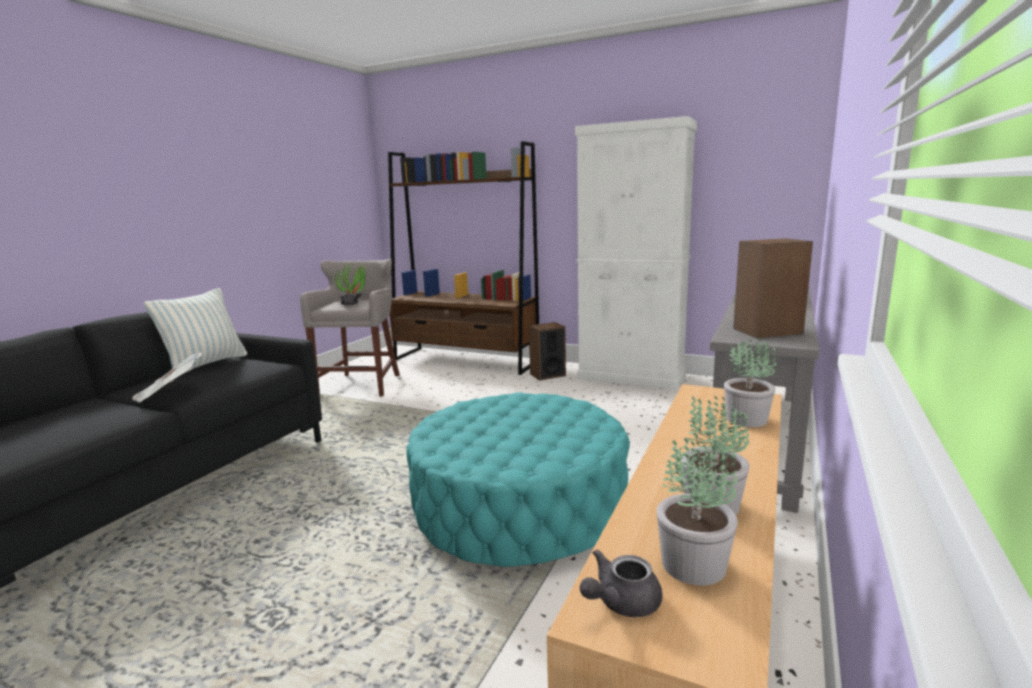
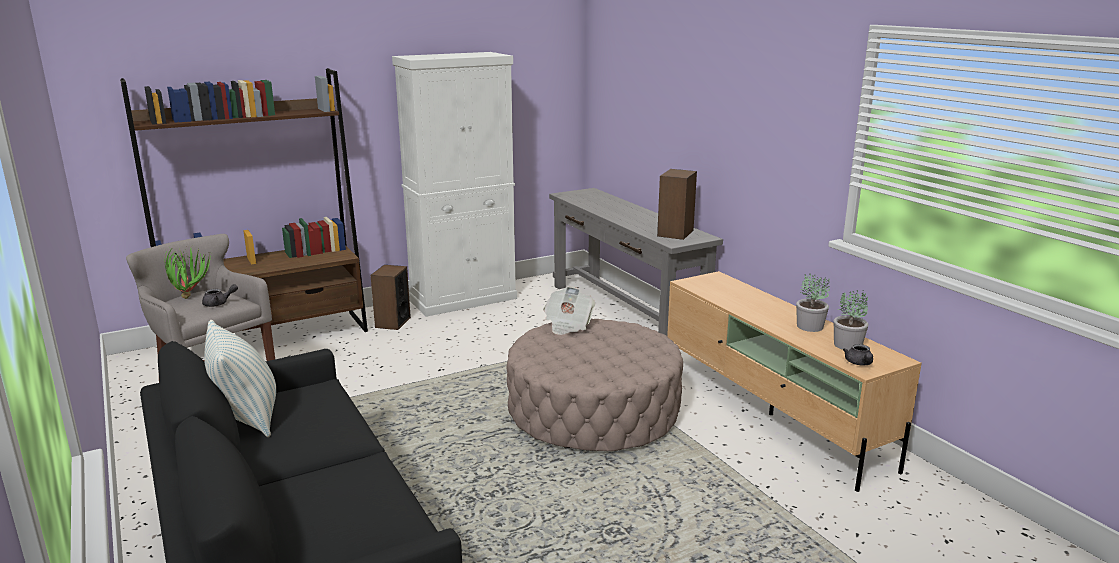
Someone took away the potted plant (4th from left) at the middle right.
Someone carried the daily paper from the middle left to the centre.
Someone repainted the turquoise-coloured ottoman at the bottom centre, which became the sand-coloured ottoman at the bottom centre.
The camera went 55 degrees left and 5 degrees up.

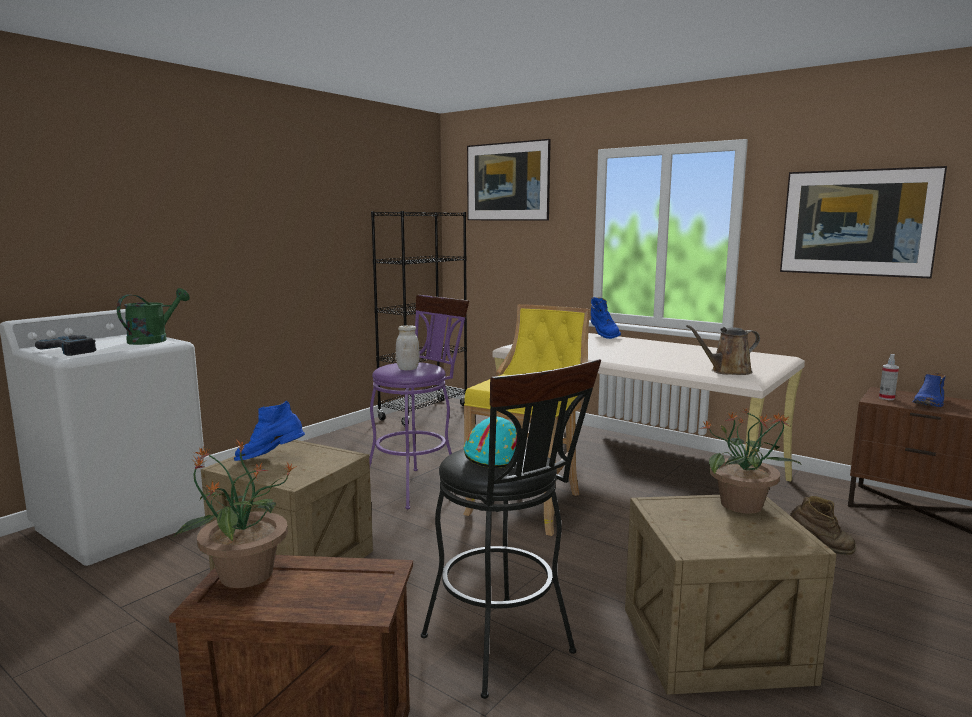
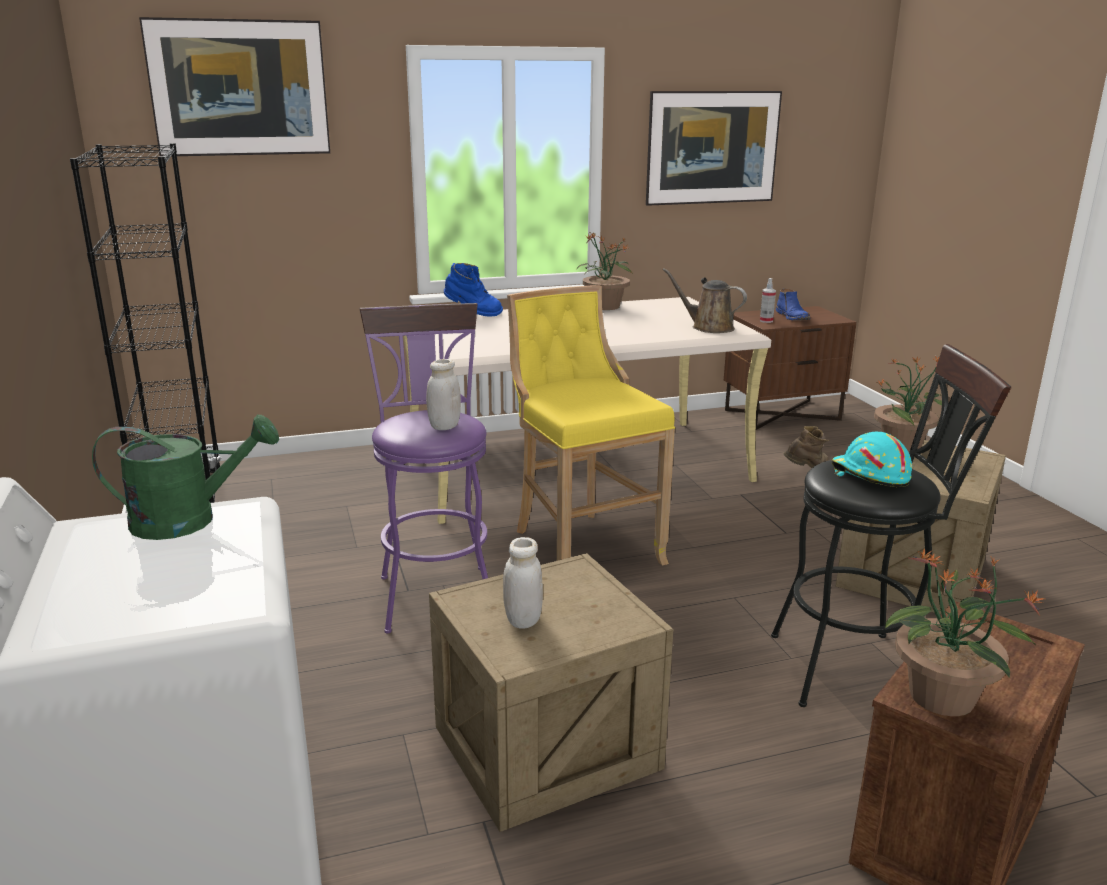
Someone took away the electric drill at the middle left.
Someone put down the potted plant (1st from left) at the top centre.
Someone swapped the bluish boot (1st from left) at the middle left for the white-coloured preserve jar (2nd from left) at the centre.
Someone rotated the green-coloured watering can at the middle left by 105 degrees clockwise.
Someone rotated the brownish watering can at the middle right by 105 degrees clockwise.
The camera went 55 degrees left and 10 degrees up.

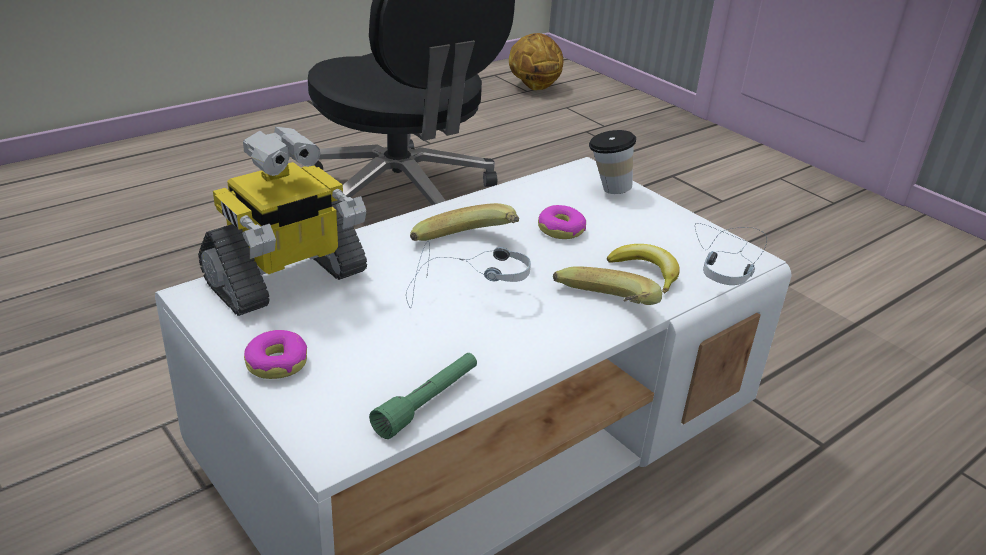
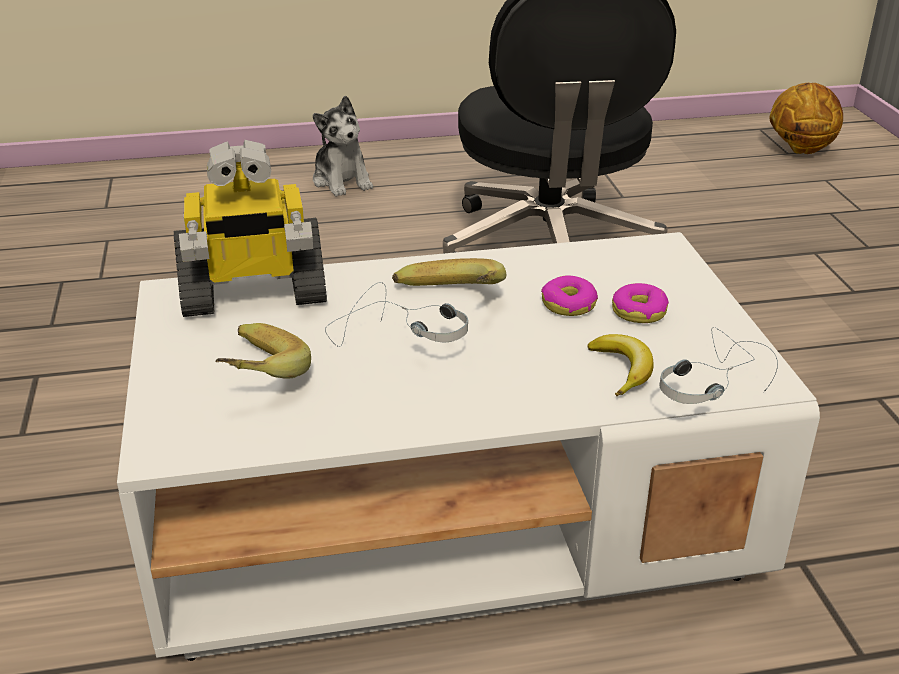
Someone took away the green-coloured hand torch at the bottom centre.
Someone took away the cup at the top centre.
Someone put down the plush toy at the top centre.
Someone carried the doughnut (1st from left in the first image) from the middle left to the middle right.
Someone carried the banana (2nd from left in the first image) from the centre to the middle left.
The camera went 30 degrees right and 0 degrees up.

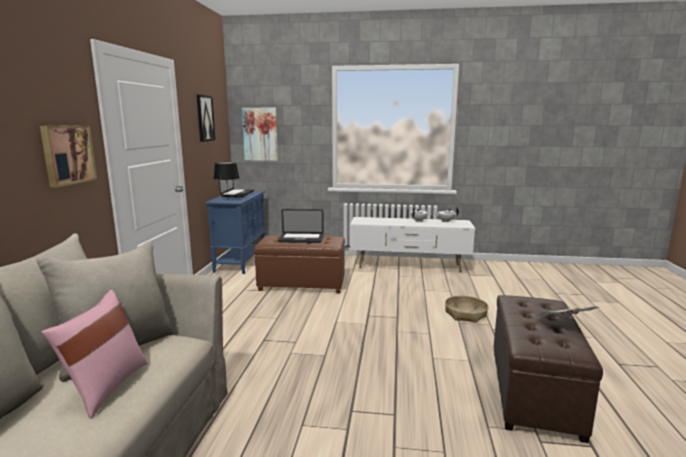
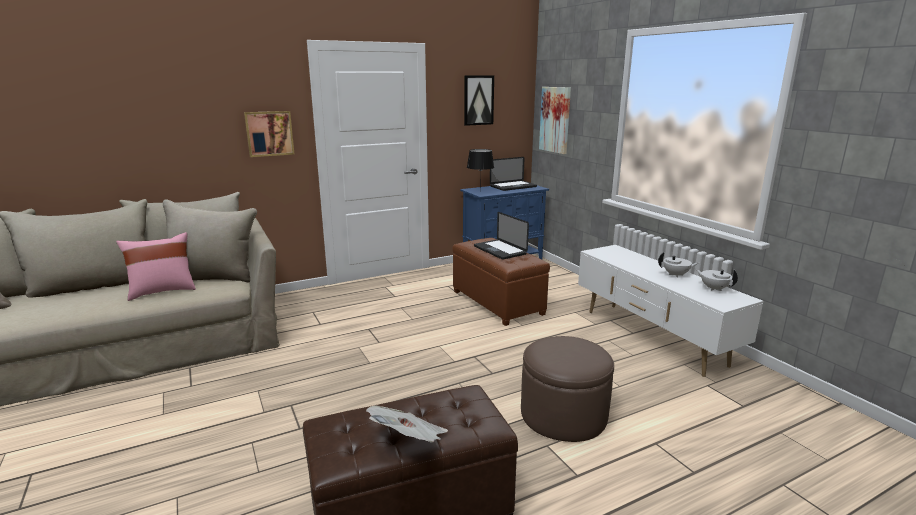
Someone swapped the basket at the bottom right for the brownish ottoman (3rd from left) at the bottom centre.
The camera went 55 degrees right and 5 degrees up.

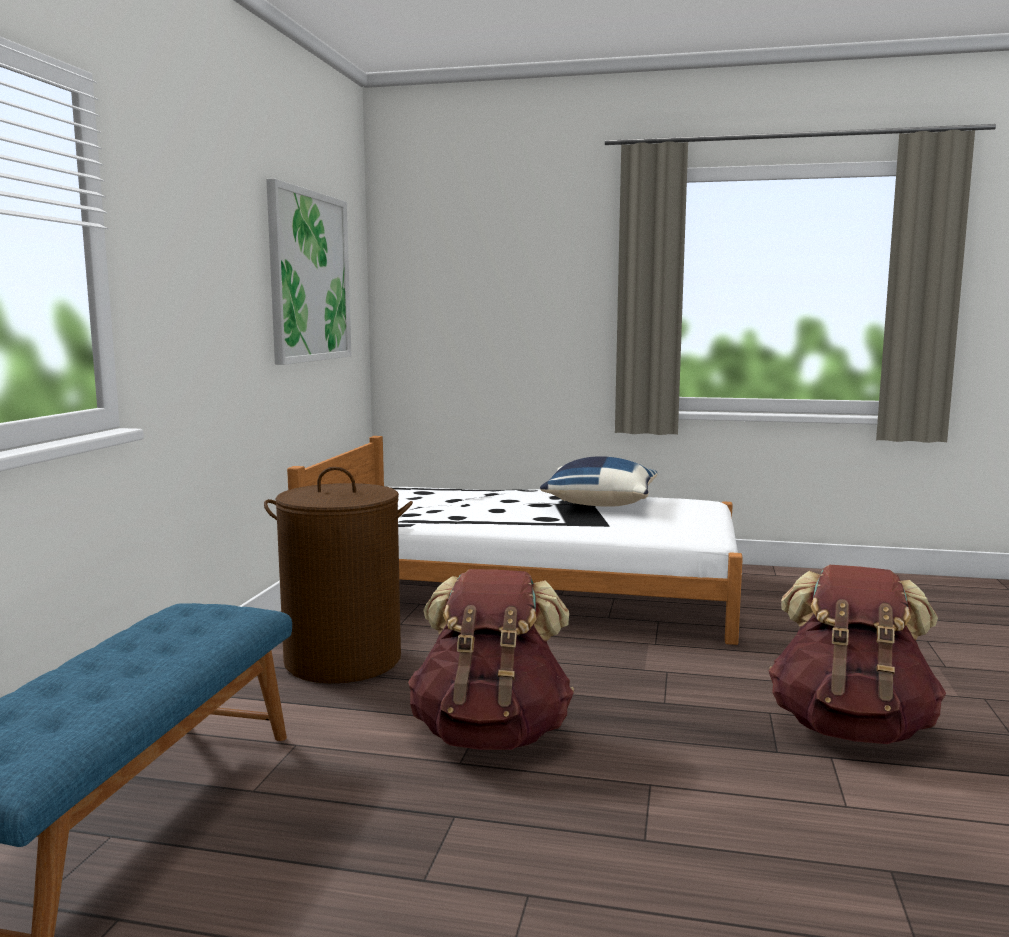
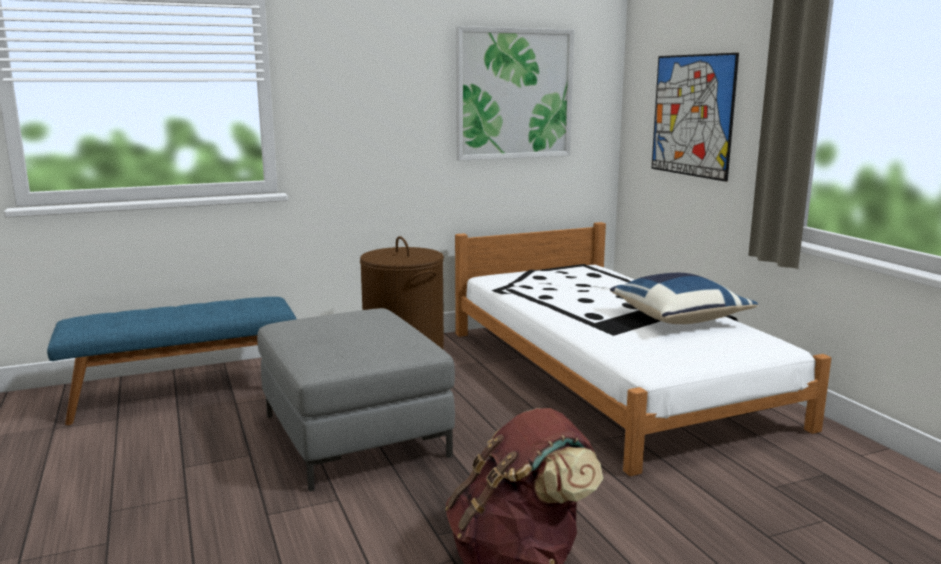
Someone put up the picture (2nd from left) at the top right.
Someone swapped the brownish knapsack (1st from left) at the bottom centre for the gray ottoman at the bottom centre.
The camera went 55 degrees right and 5 degrees up.

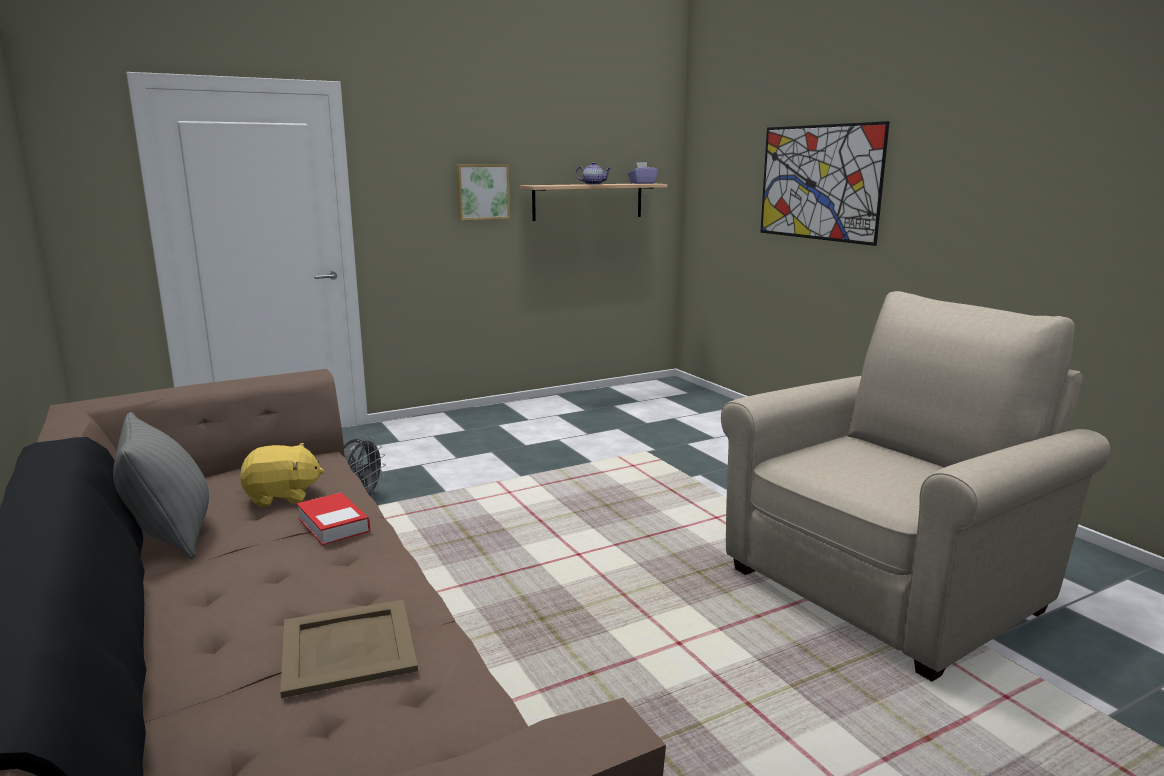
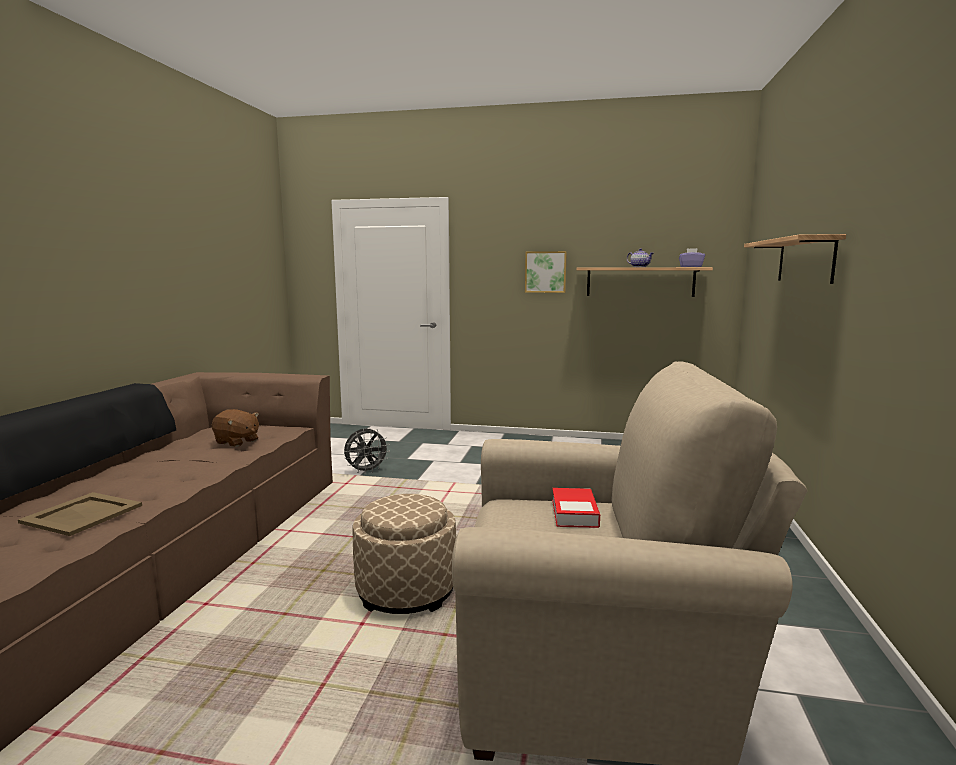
Someone took away the gray cushion at the middle left.
Someone put down the sand-coloured ottoman at the bottom centre.
Someone carried the book from the bottom left to the centre.
Someone swapped the picture (2nd from left) at the top right for the bracket shelf (2nd from left) at the middle right.
Someone repainted the yellowish plush toy at the middle left, which became the brownish plush toy at the middle left.
The camera went 40 degrees right and 5 degrees down.

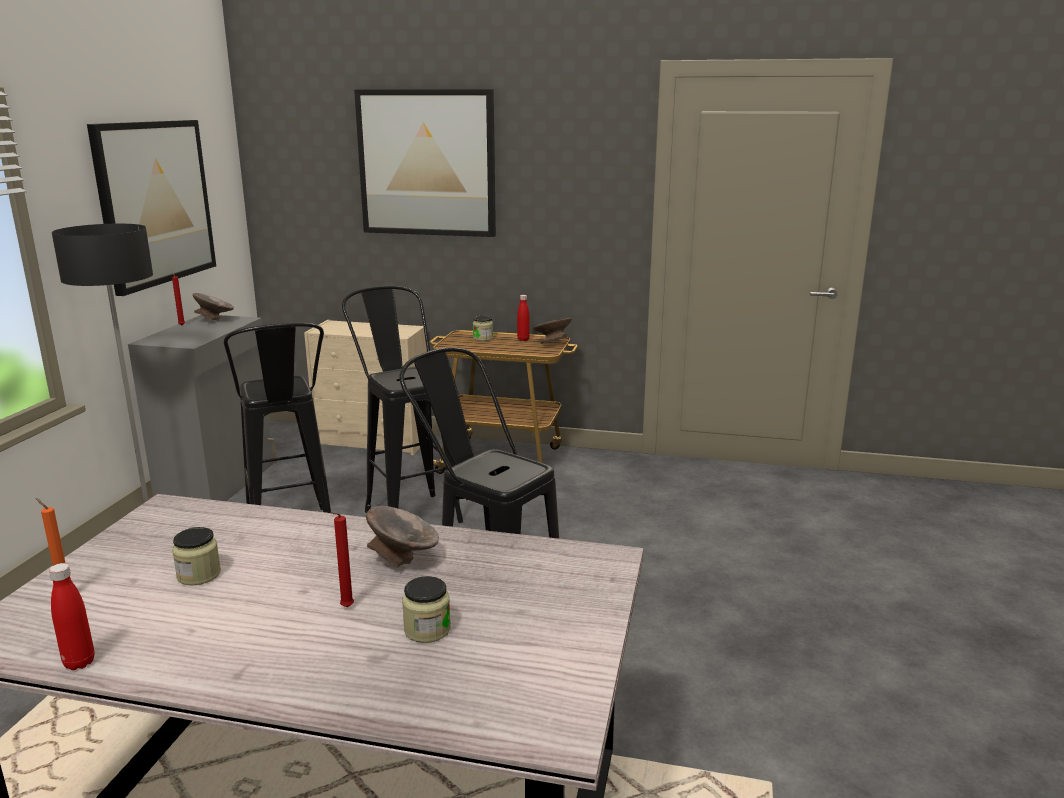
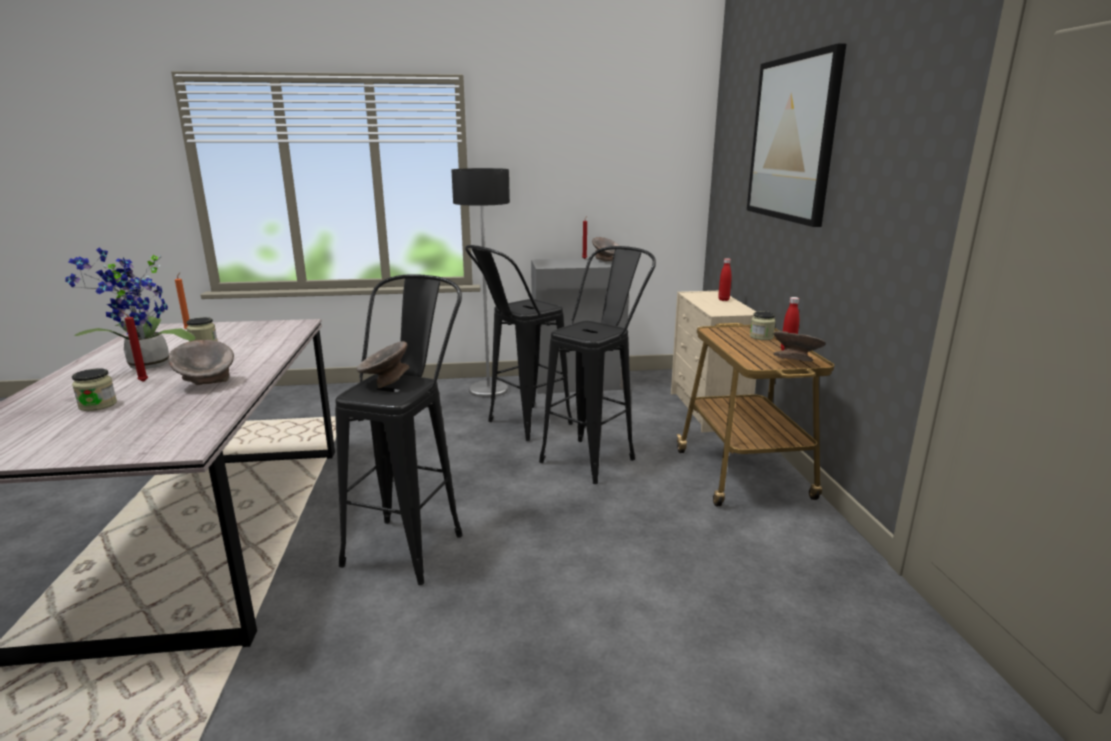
Someone took away the picture (1st from left) at the top left.
Someone put down the potted plant at the middle left.
Someone put down the gray serving bowl (2nd from left) at the centre.
Someone carried the red-coloured beverage bottle (1st from left) from the bottom left to the centre.
The camera went 70 degrees right and 0 degrees up.

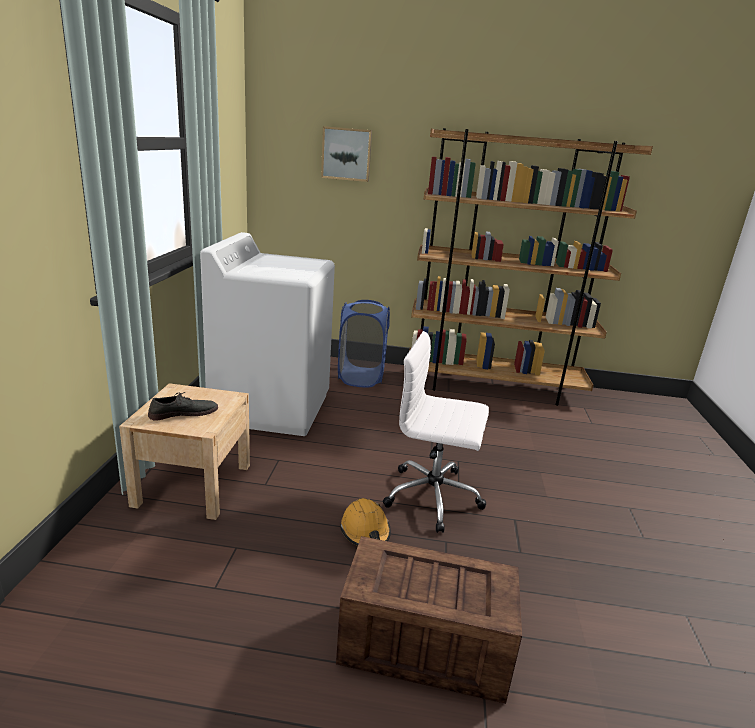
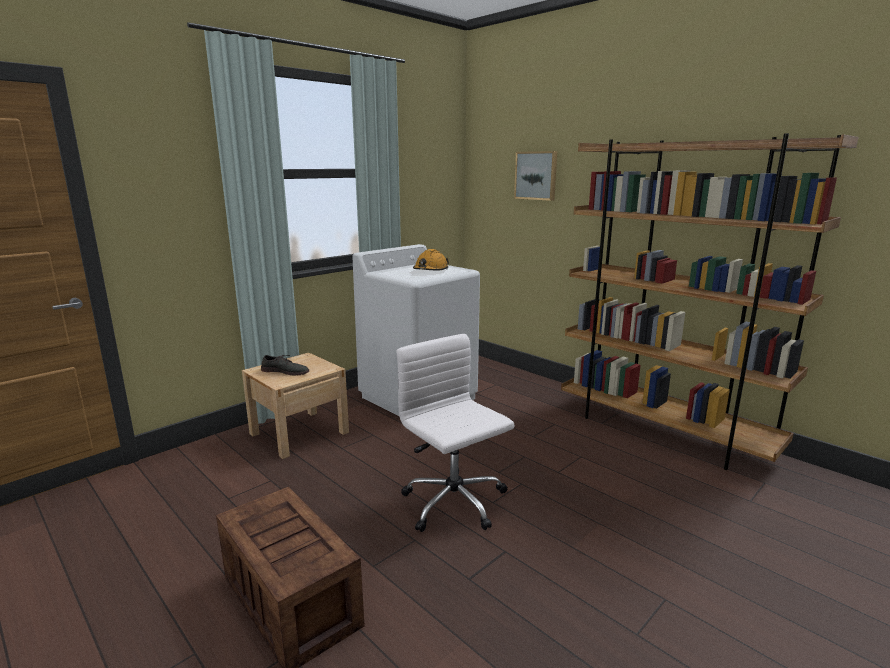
Someone took away the bluish washing basket at the centre.
Someone carried the orangey hard hat from the bottom centre to the centre.
The camera went 40 degrees right and 5 degrees down.

